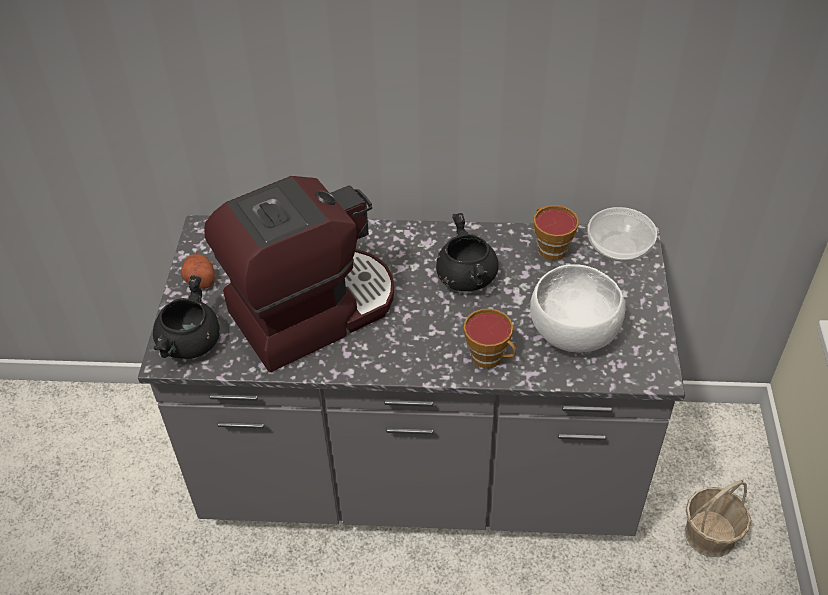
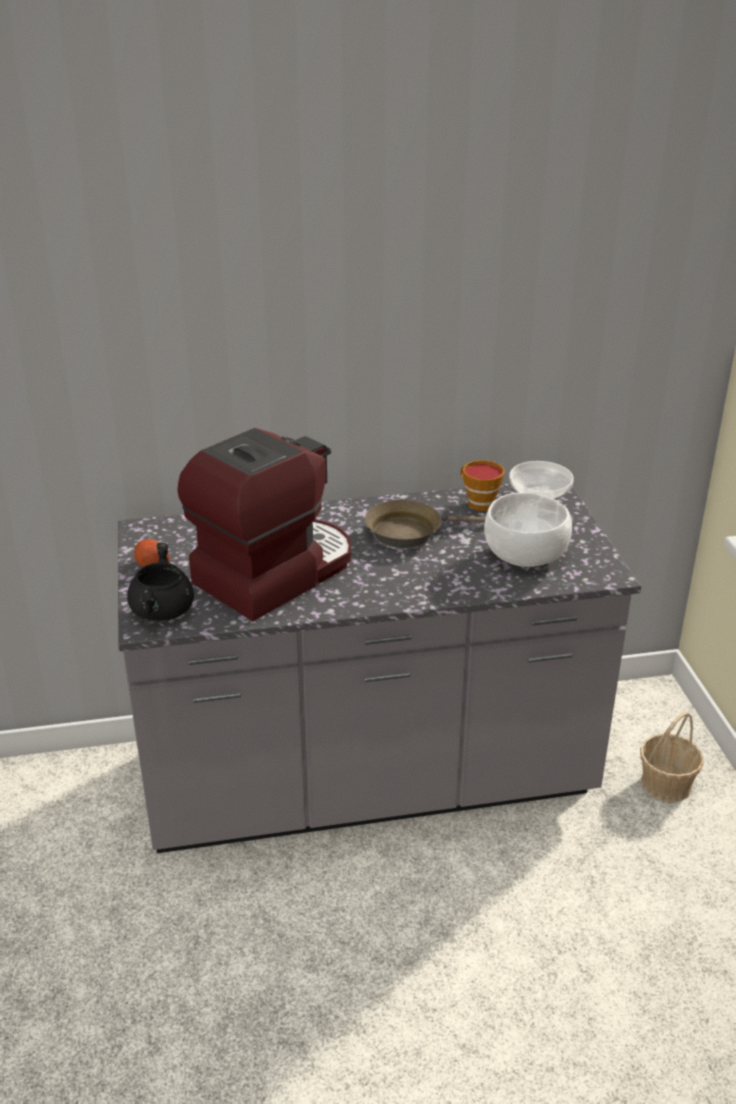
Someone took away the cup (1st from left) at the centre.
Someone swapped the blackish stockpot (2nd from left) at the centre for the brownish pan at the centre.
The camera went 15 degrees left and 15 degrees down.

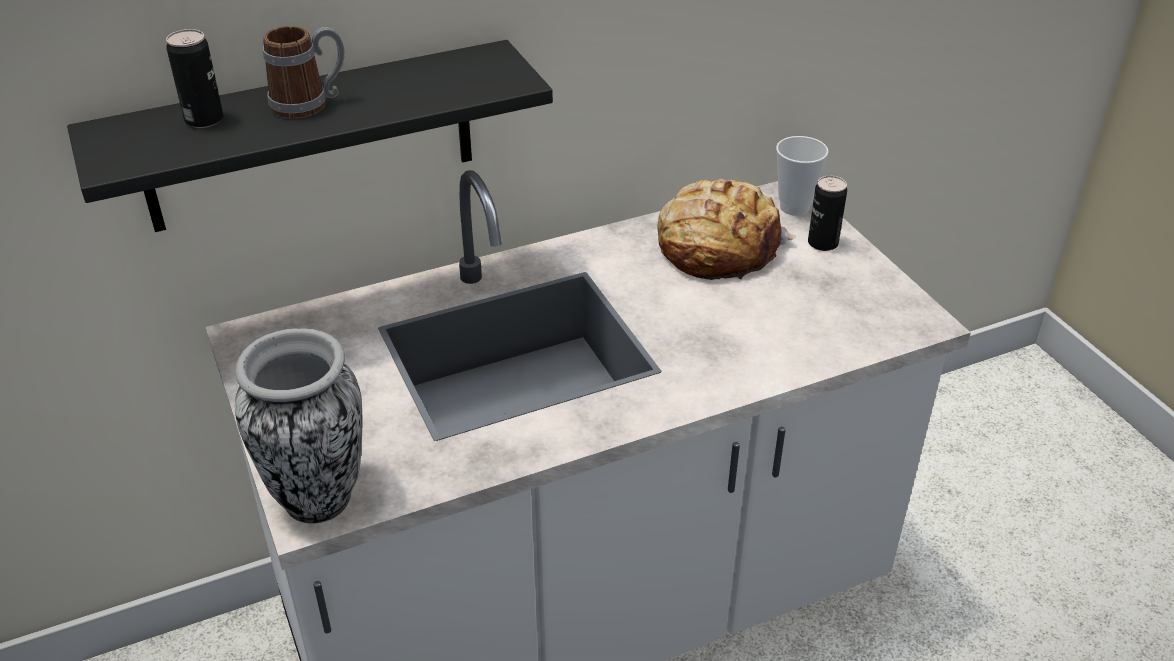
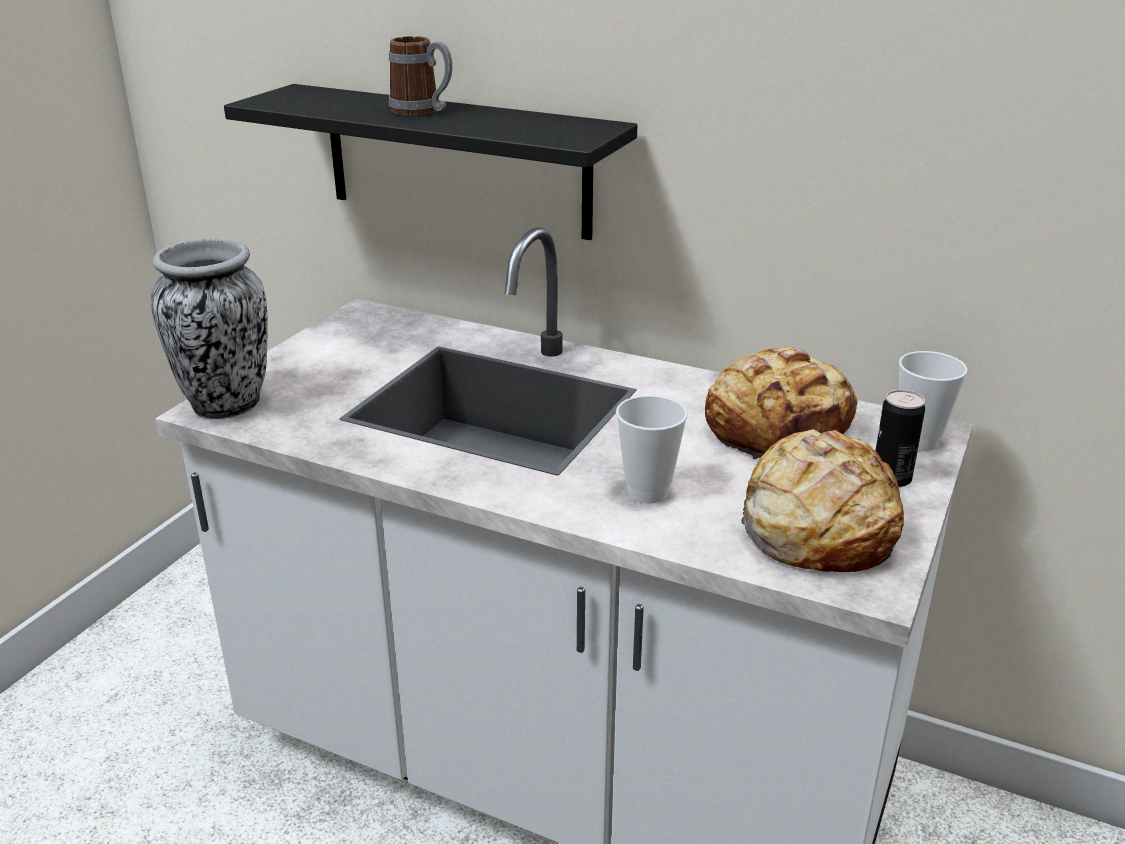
Someone took away the sealed can (1st from left) at the top left.
Someone put down the cup (1st from left) at the centre.
Someone put down the baked bread (2nd from left) at the middle right.
The camera went 50 degrees right and 10 degrees down.

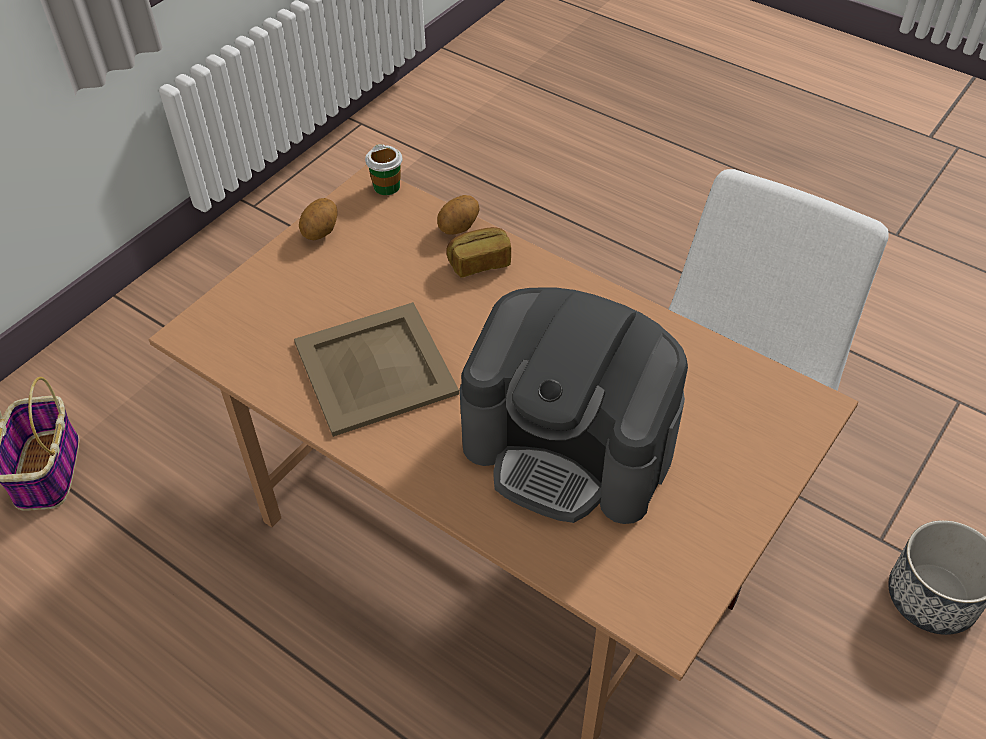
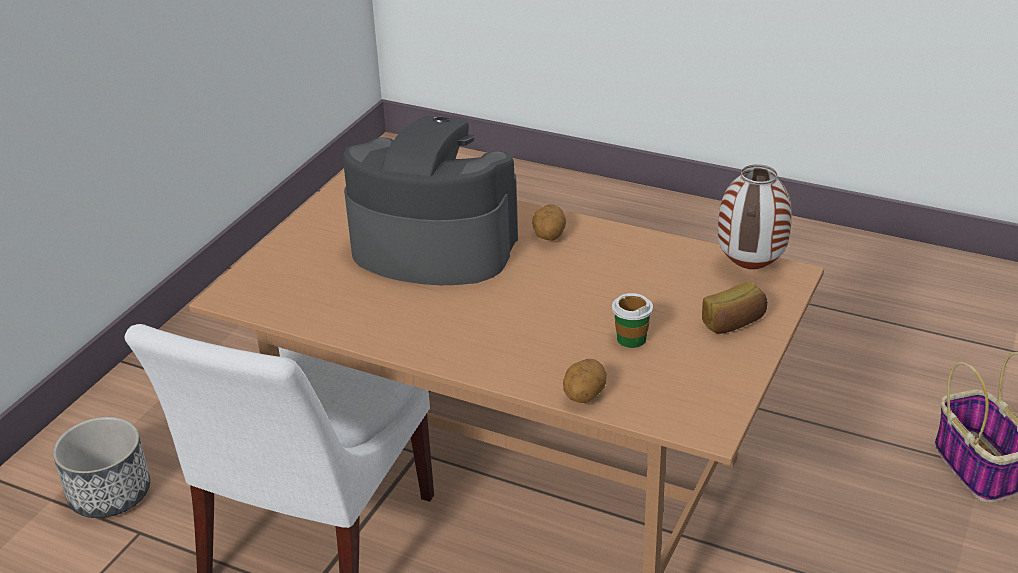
Someone took away the sand-coloured carrying tray at the centre.
Someone put down the flower vase at the middle right.
Someone carried the whole potato (1st from left) from the top left to the centre.
Someone carried the cup from the top centre to the centre.
Someone carried the baked bread from the centre to the middle right.
The camera went 170 degrees right and 15 degrees down.

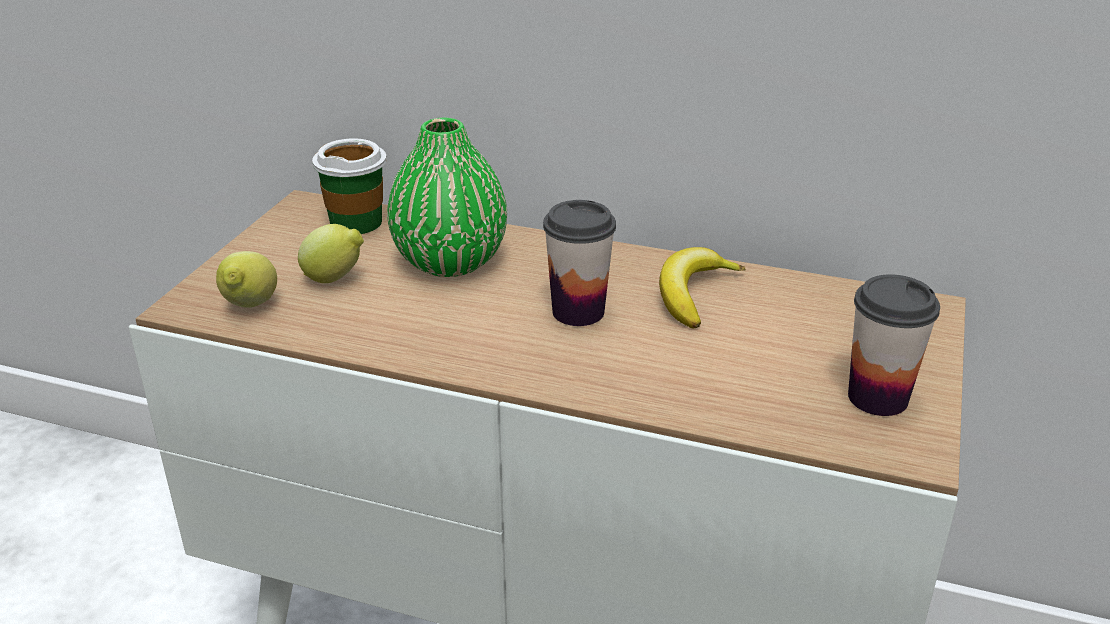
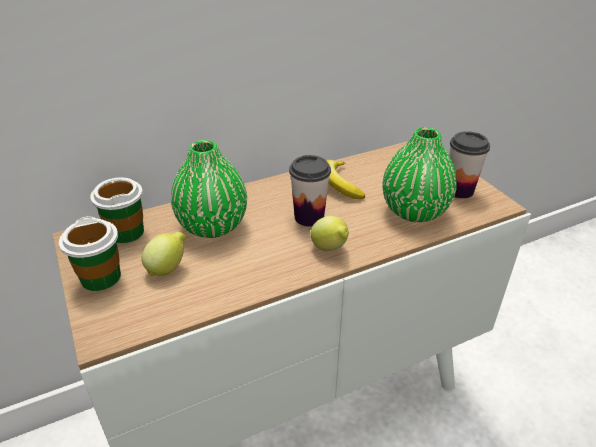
Someone put down the cup (1st from left) at the middle left.
Someone put down the green-coloured flower vase (2nd from left) at the middle right.
Someone carried the citrus fruit (1st from left in the first image) from the middle left to the centre.
The camera went 45 degrees left and 5 degrees up.

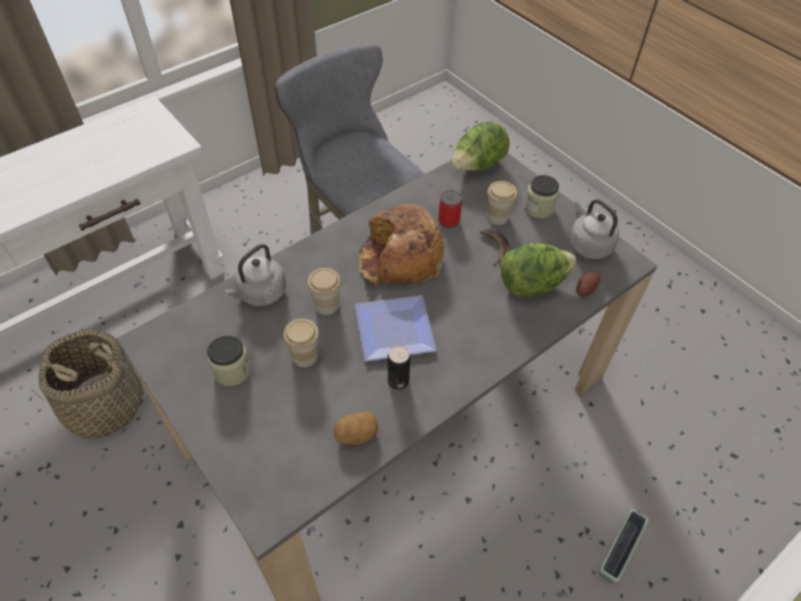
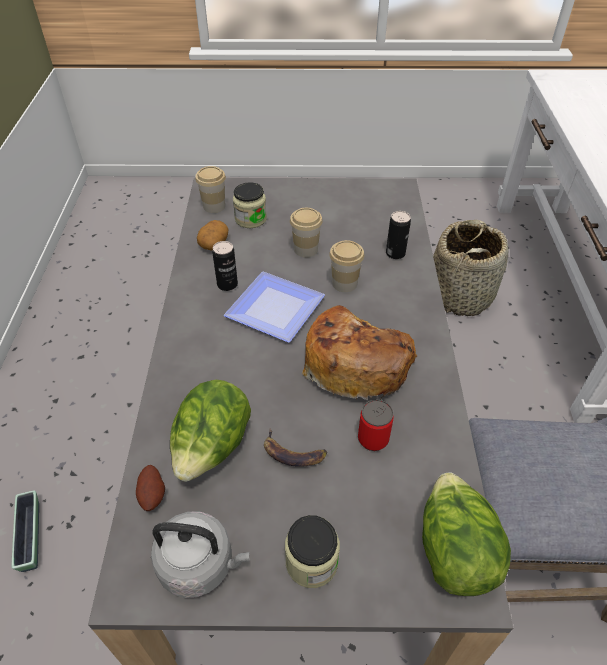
Someone carried the preserve jar (1st from left) from the middle left to the top centre.
Someone carried the cup (3rd from left in the first image) from the centre to the top centre.
Someone swapped the gray tea kettle (1st from left) at the middle left for the sealed can (3rd from left) at the centre.
The camera went 130 degrees right and 5 degrees down.

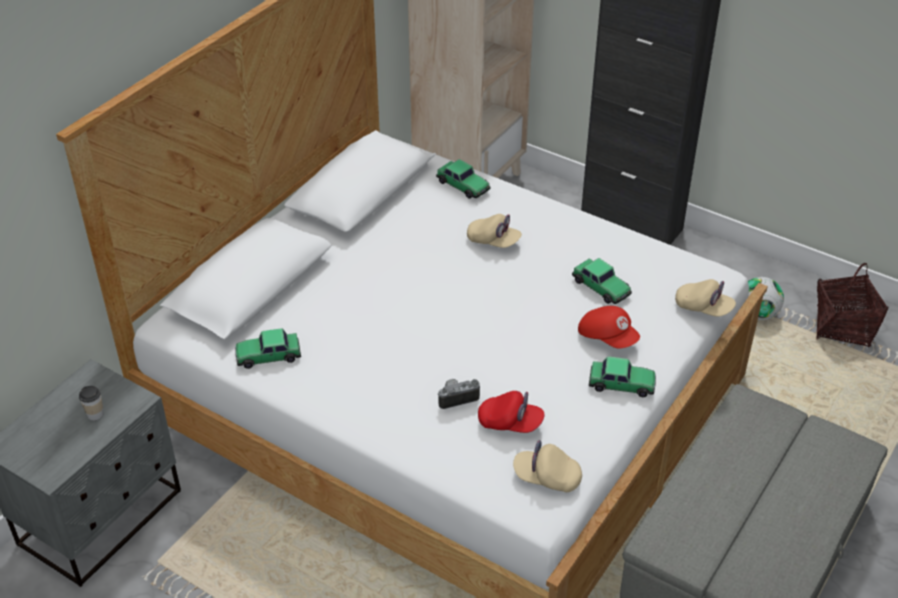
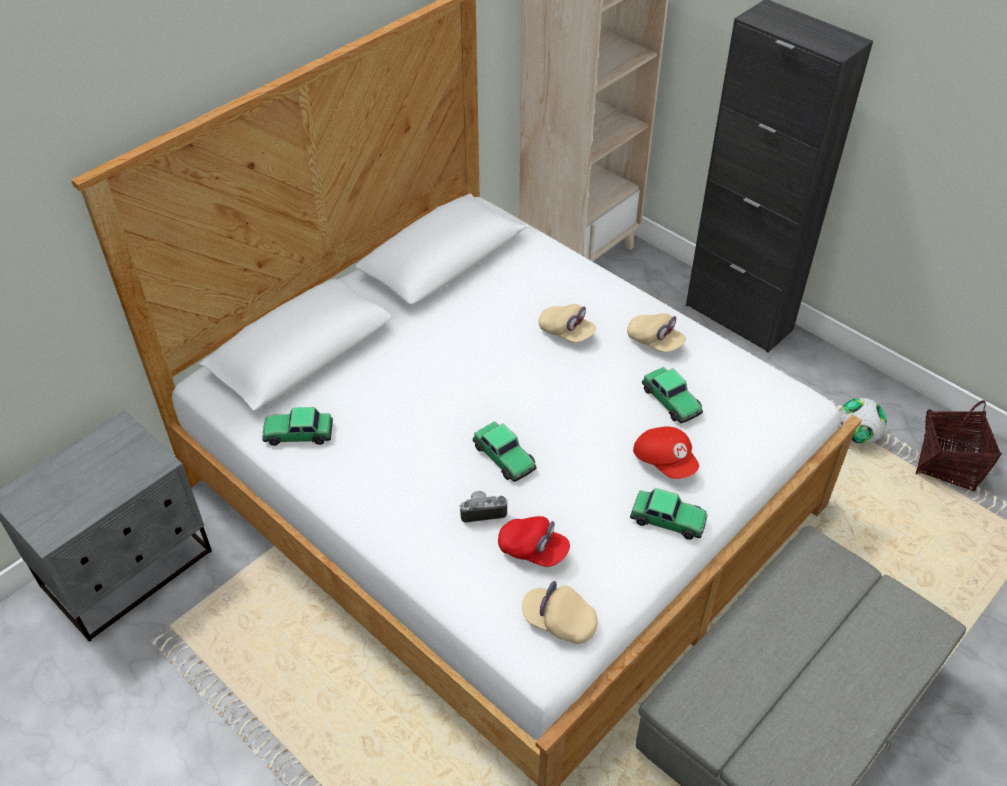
Someone took away the cup at the bottom left.
Someone carried the miniature car (2nd from left) from the top centre to the centre.
Someone carried the sand-coloured baseball cap (3rd from left) from the middle right to the centre.
The camera went 10 degrees right and 5 degrees up.

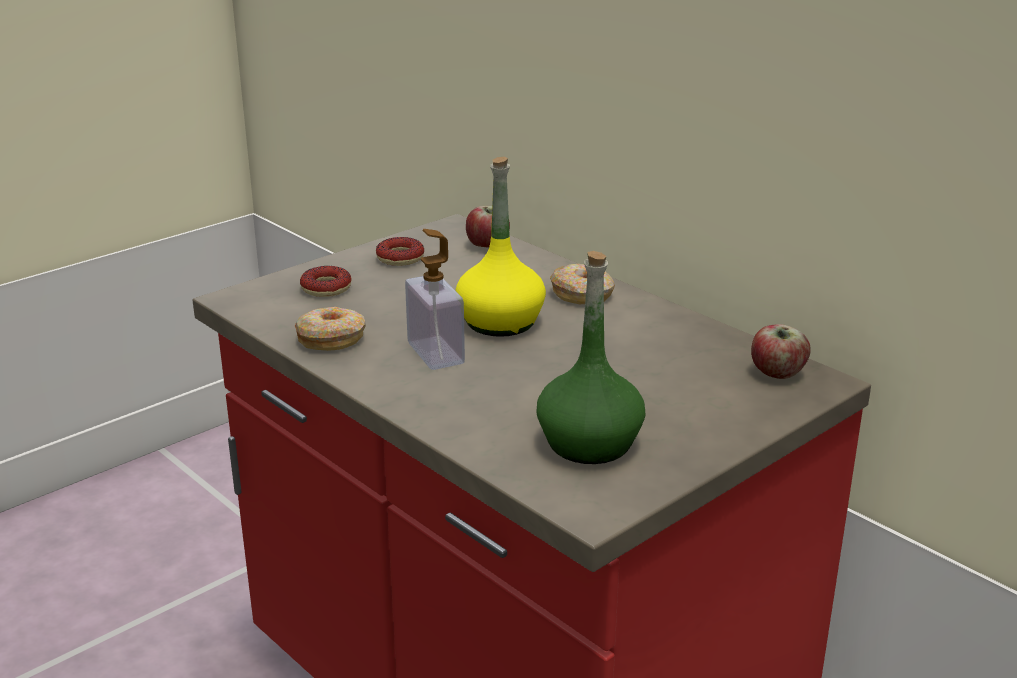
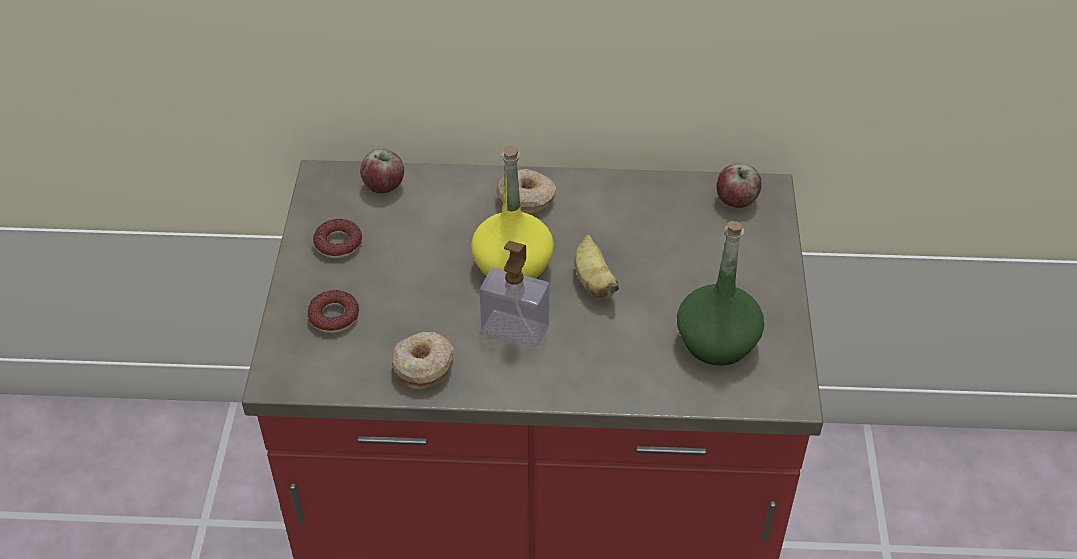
Someone put down the banana at the centre.
The camera went 45 degrees left and 20 degrees up.

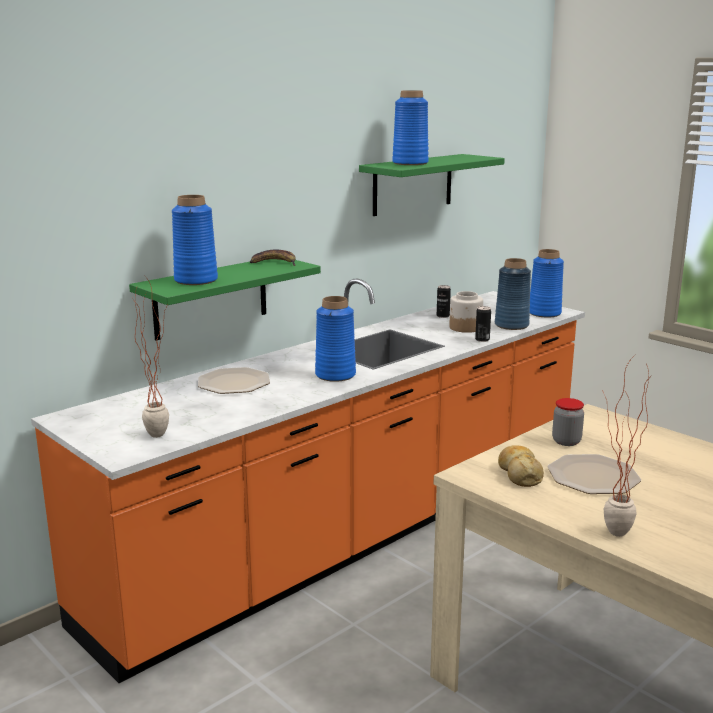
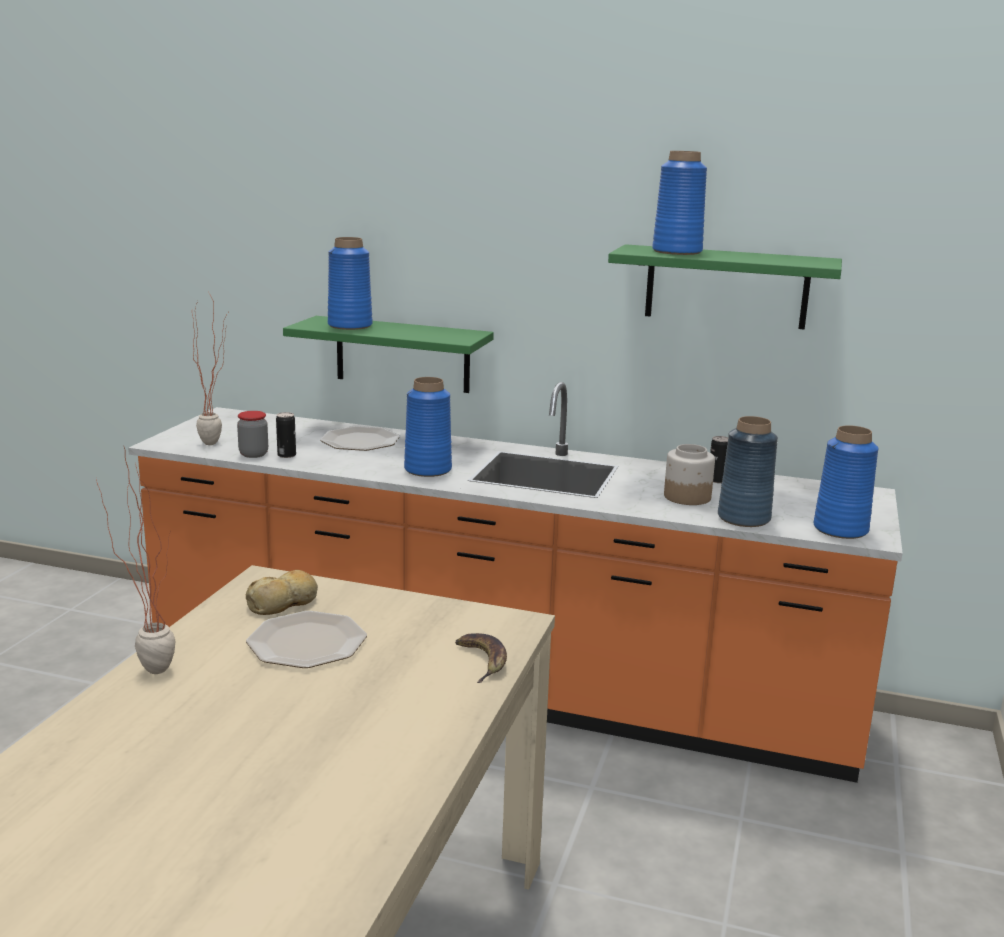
Someone carried the banana from the centre to the bottom centre.
Someone carried the sealed can (2nd from left in the first image) from the middle right to the middle left.
Someone carried the preserve jar (2nd from left in the first image) from the middle right to the middle left.
The camera went 60 degrees right and 0 degrees up.

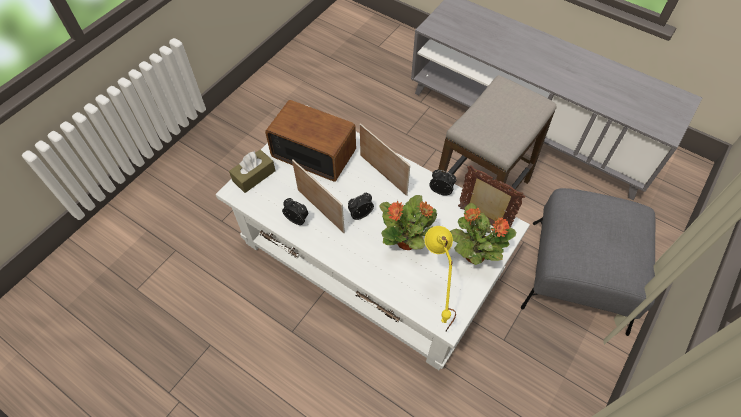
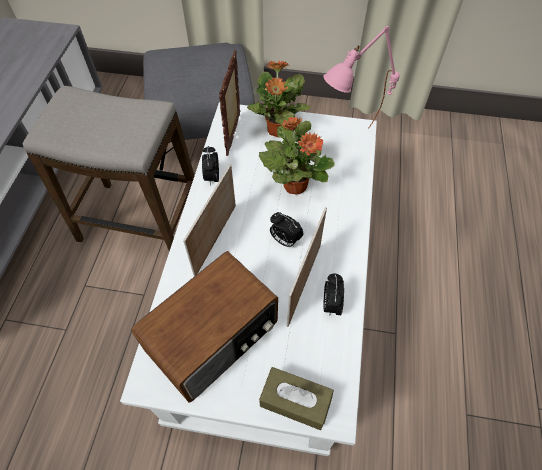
Someone repainted the yellowish table lamp at the bottom centre, which became the pinkish table lamp at the top right.
Someone rotated the radio at the centre by 135 degrees counterclockwise.
The camera went 115 degrees left and 0 degrees up.

